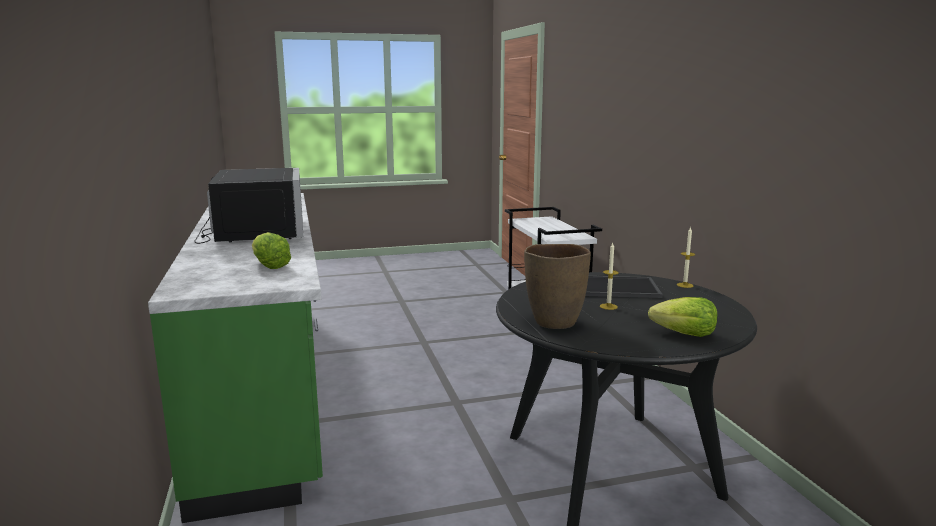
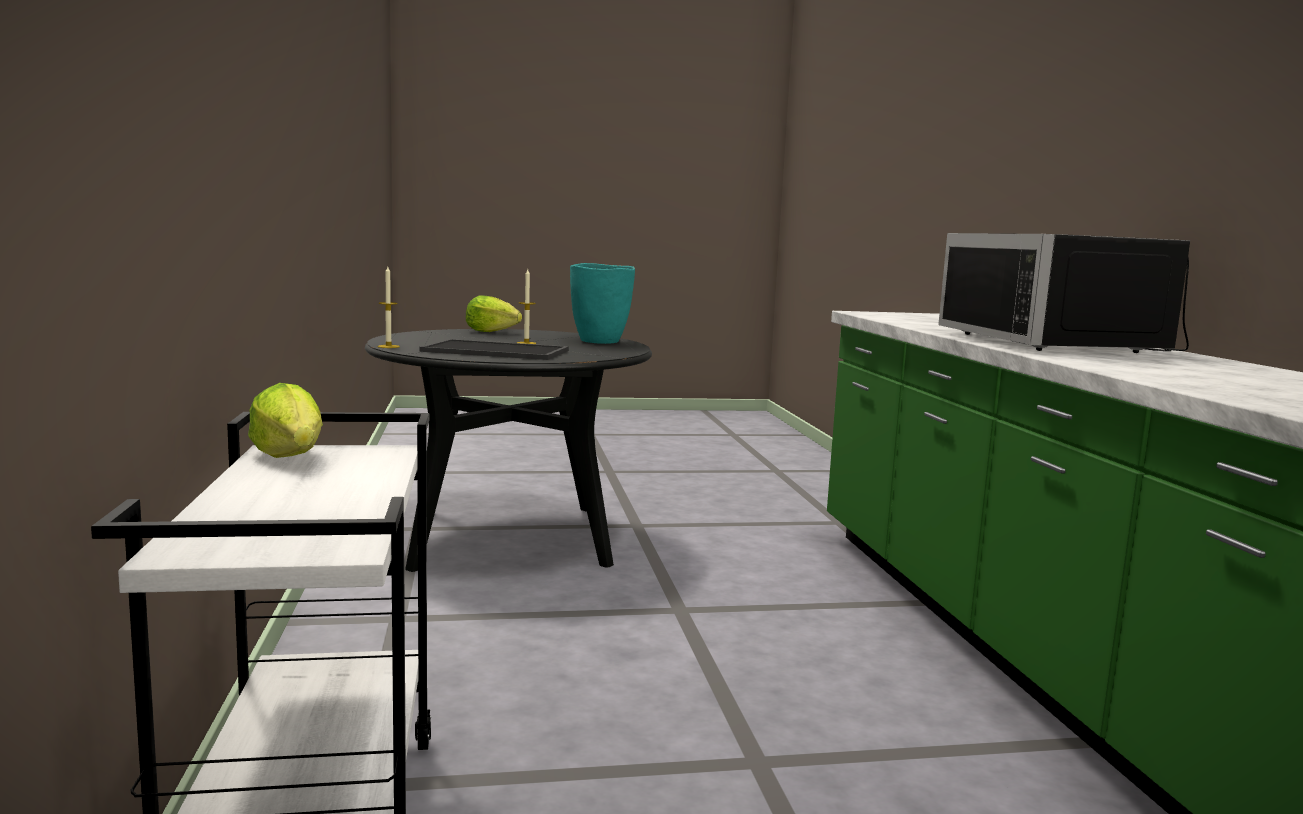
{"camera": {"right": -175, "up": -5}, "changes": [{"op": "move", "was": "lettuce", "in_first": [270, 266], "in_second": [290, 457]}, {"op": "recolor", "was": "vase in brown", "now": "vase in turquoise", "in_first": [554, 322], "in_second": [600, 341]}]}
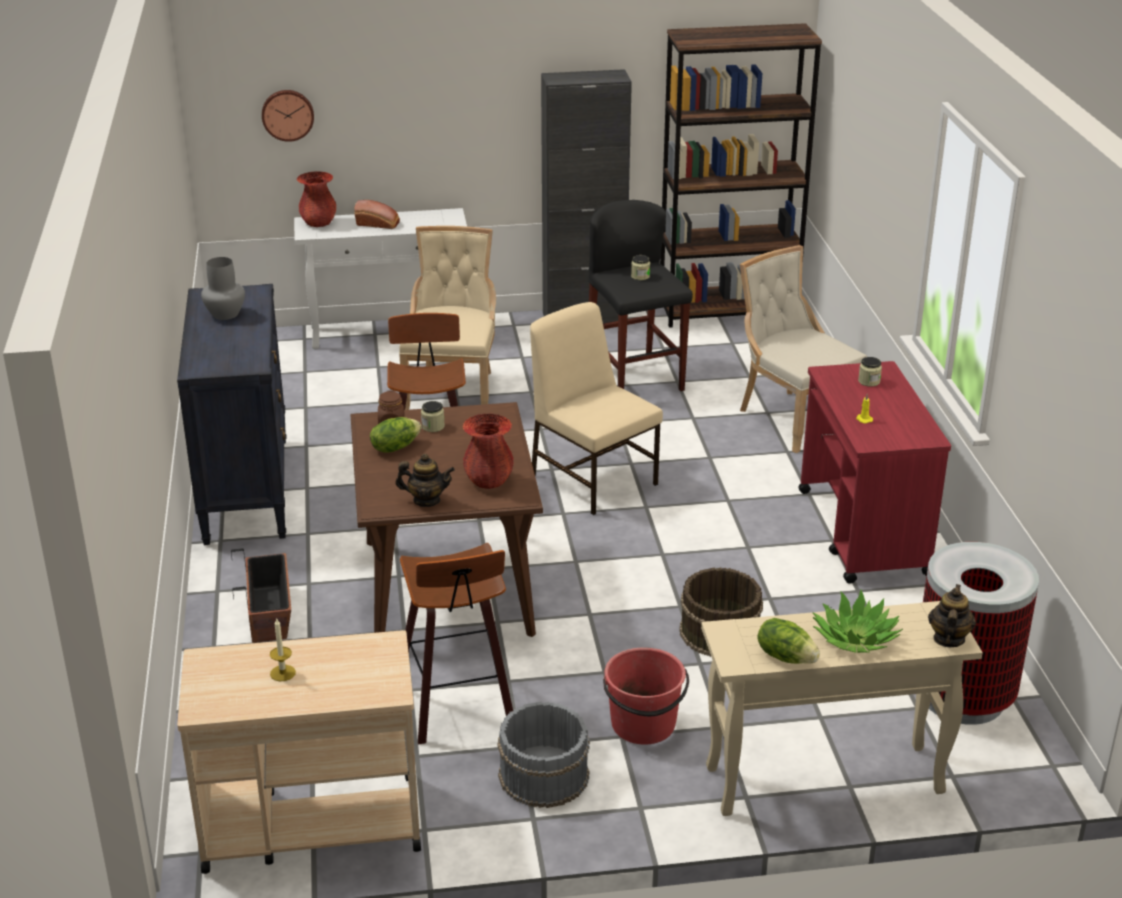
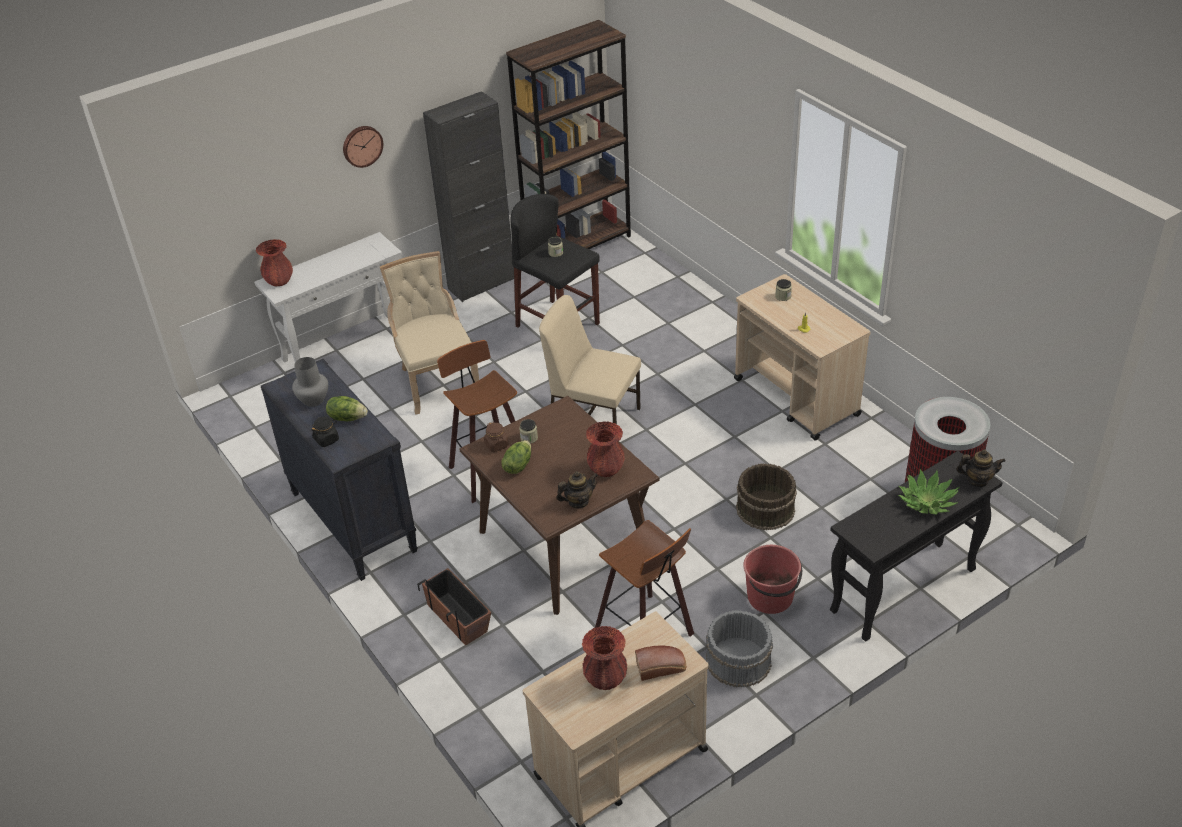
{"camera": {"right": -25, "up": 10}, "changes": [{"op": "delete", "was": "chair in beige", "in_first": [793, 418]}, {"op": "insert", "now": "jar in black", "in_second": [326, 439]}, {"op": "move", "was": "wall clock", "in_first": [287, 114], "in_second": [362, 145]}, {"op": "move", "was": "bread", "in_first": [379, 224], "in_second": [661, 668]}, {"op": "move", "was": "lettuce", "in_first": [786, 656], "in_second": [347, 417]}, {"op": "replace", "was": "candle", "now": "vase in red", "in_first": [282, 673], "in_second": [605, 679]}, {"op": "recolor", "was": "console table in beige", "now": "console table in black", "in_first": [822, 781], "in_second": [902, 591]}, {"op": "recolor", "was": "cart in red", "now": "cart in beige", "in_first": [863, 533], "in_second": [796, 398]}, {"op": "rotate", "was": "teapot", "in_first": [948, 639], "in_second": [977, 480], "clockwise": 105}]}
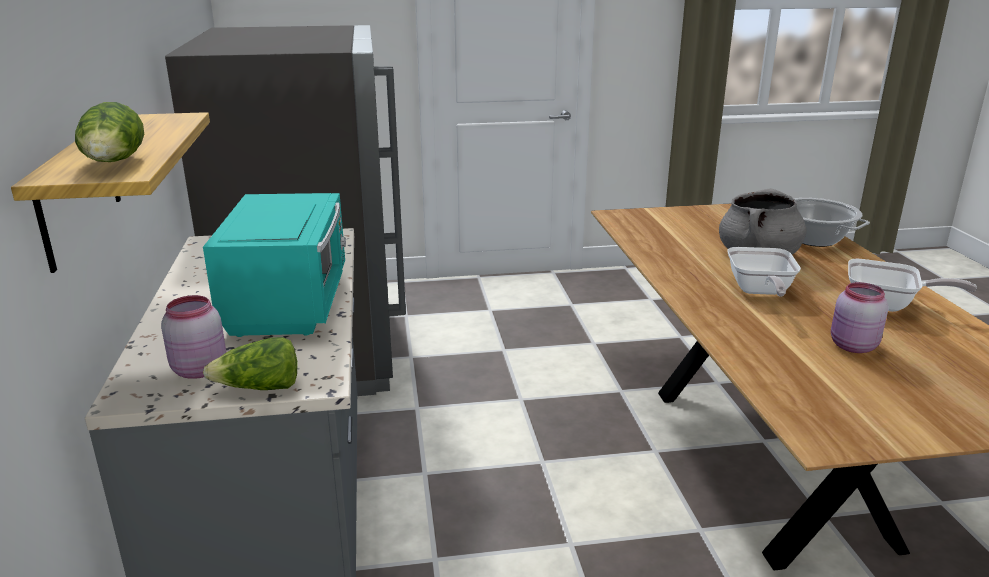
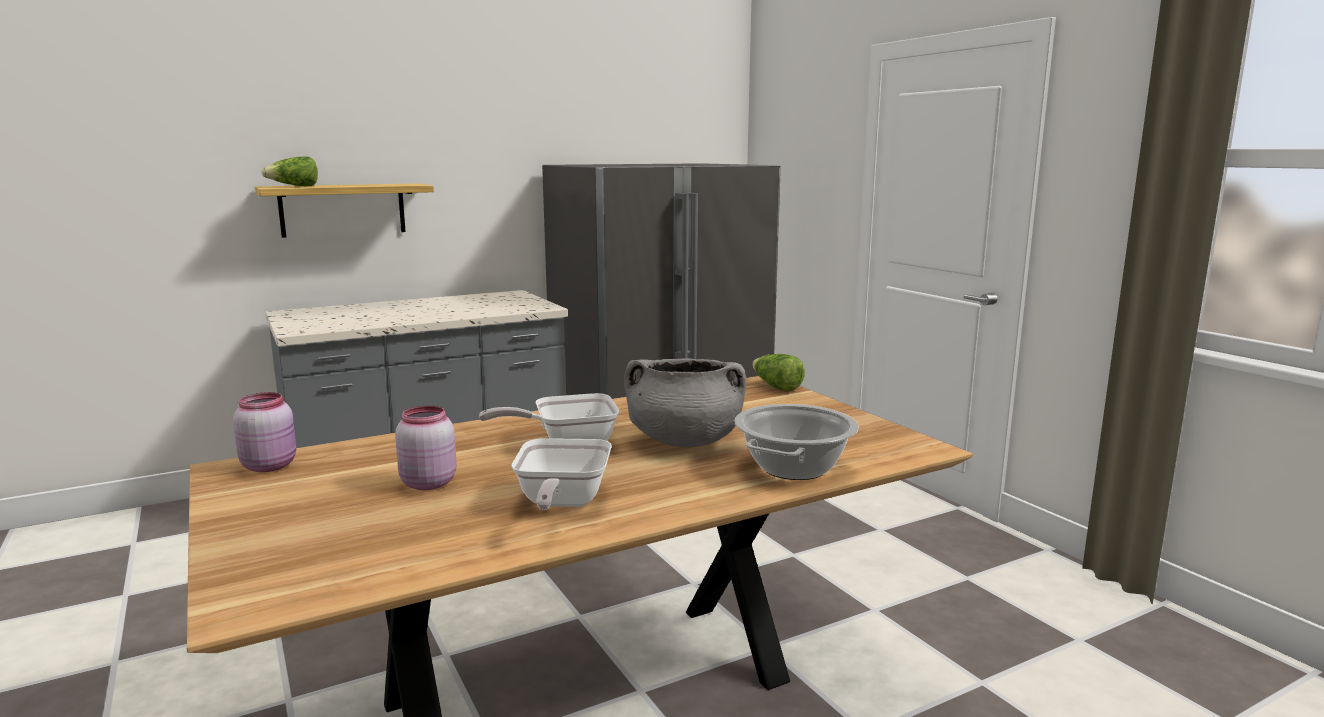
{"camera": {"right": 70, "up": -10}, "changes": [{"op": "delete", "was": "microwave in turquoise", "in_first": [290, 304]}, {"op": "move", "was": "jar in pink", "in_first": [198, 369], "in_second": [270, 465]}, {"op": "move", "was": "lettuce", "in_first": [259, 388], "in_second": [776, 387]}]}
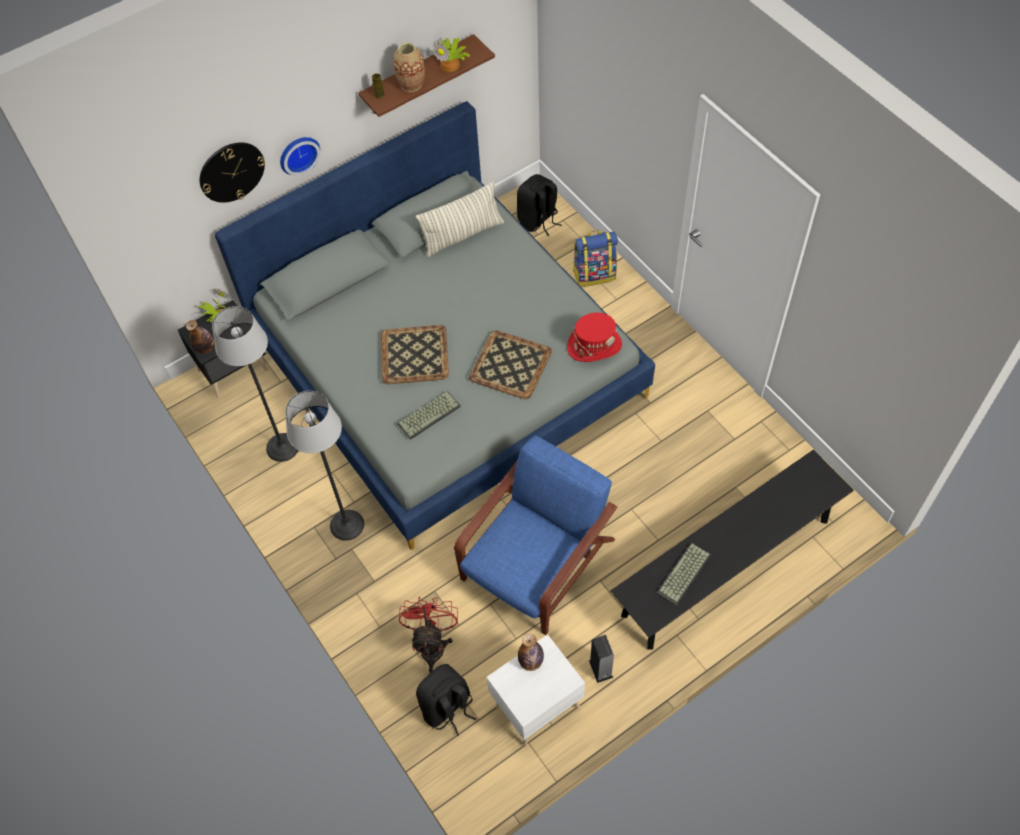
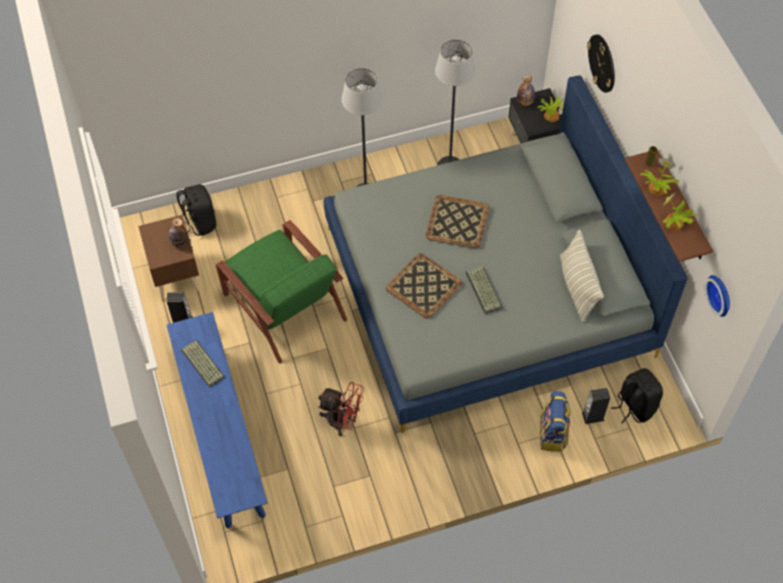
{"camera": {"right": 105, "up": 0}, "changes": [{"op": "delete", "was": "hat in red", "in_first": [594, 345]}, {"op": "insert", "now": "speaker", "in_second": [593, 416]}, {"op": "move", "was": "wall clock", "in_first": [298, 153], "in_second": [721, 294]}, {"op": "move", "was": "keyboard", "in_first": [429, 414], "in_second": [484, 290]}, {"op": "move", "was": "fan in red", "in_first": [432, 643], "in_second": [343, 421]}, {"op": "replace", "was": "vase", "now": "potted plant", "in_first": [411, 84], "in_second": [656, 188]}, {"op": "recolor", "was": "armchair in blue", "now": "armchair in green", "in_first": [536, 562], "in_second": [283, 305]}, {"op": "recolor", "was": "nightstand in white", "now": "nightstand in brown", "in_first": [535, 706], "in_second": [176, 274]}, {"op": "recolor", "was": "bench in black", "now": "bench in blue", "in_first": [726, 567], "in_second": [221, 434]}]}
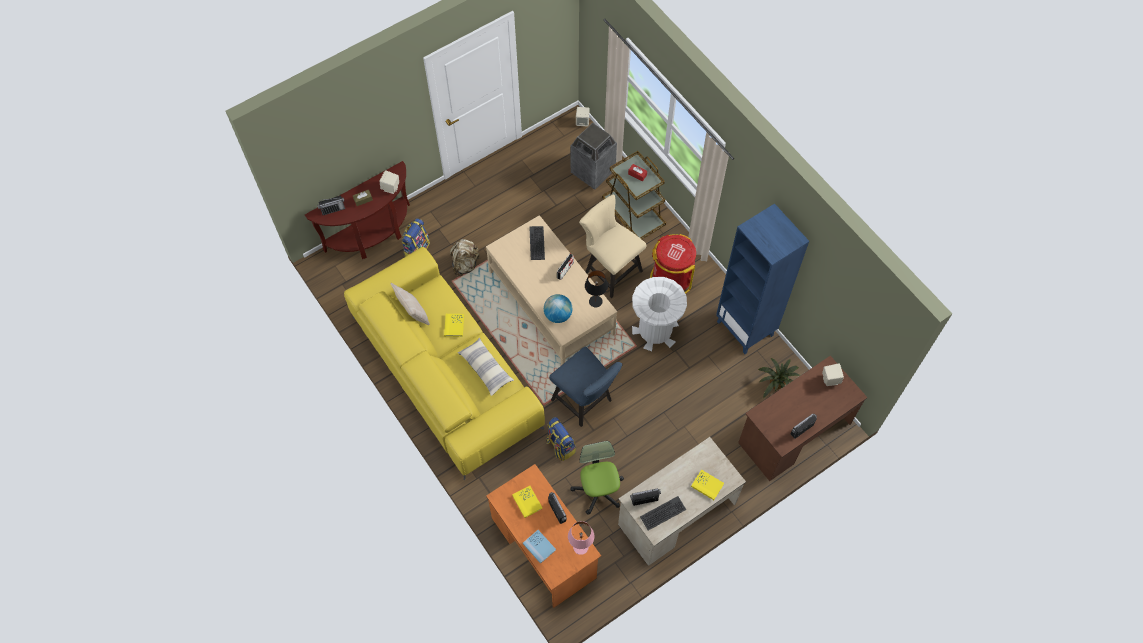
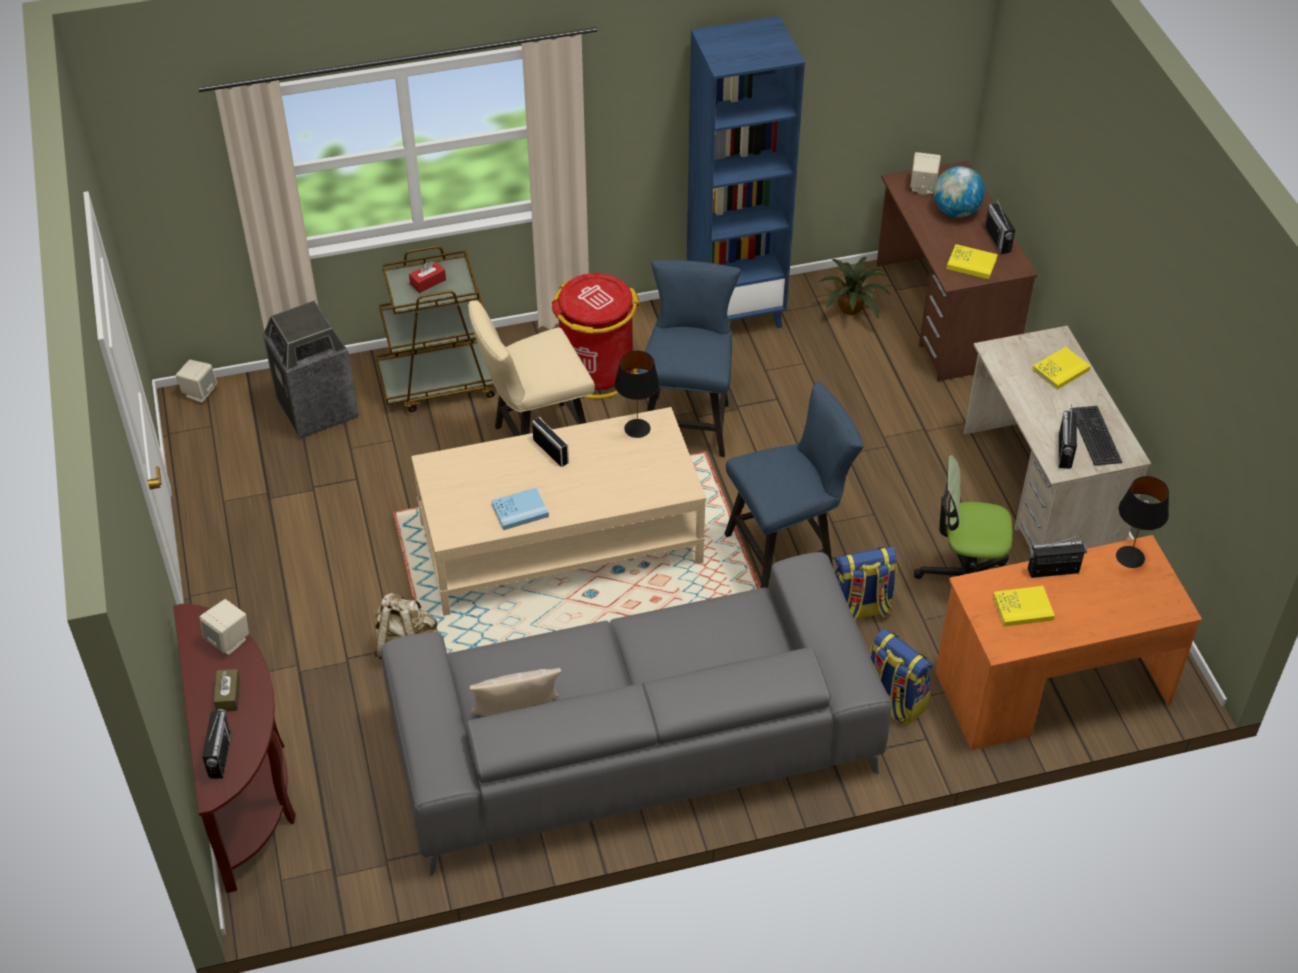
{"camera": {"right": -70, "up": -15}, "changes": [{"op": "delete", "was": "pillow", "in_first": [485, 369]}, {"op": "delete", "was": "keyboard", "in_first": [537, 243]}, {"op": "move", "was": "backpack", "in_first": [416, 249], "in_second": [893, 701]}, {"op": "move", "was": "book in yellow", "in_first": [454, 325], "in_second": [971, 263]}, {"op": "move", "was": "book in blue", "in_first": [539, 547], "in_second": [520, 510]}, {"op": "move", "was": "globe", "in_first": [558, 315], "in_second": [956, 211]}, {"op": "replace", "was": "trash can in white", "now": "chair in blue", "in_first": [655, 331], "in_second": [687, 420]}, {"op": "recolor", "was": "sofa in yellow", "now": "sofa in grey", "in_first": [446, 372], "in_second": [634, 743]}, {"op": "recolor", "was": "table lamp in pink", "now": "table lamp in black", "in_first": [580, 546], "in_second": [1129, 557]}]}
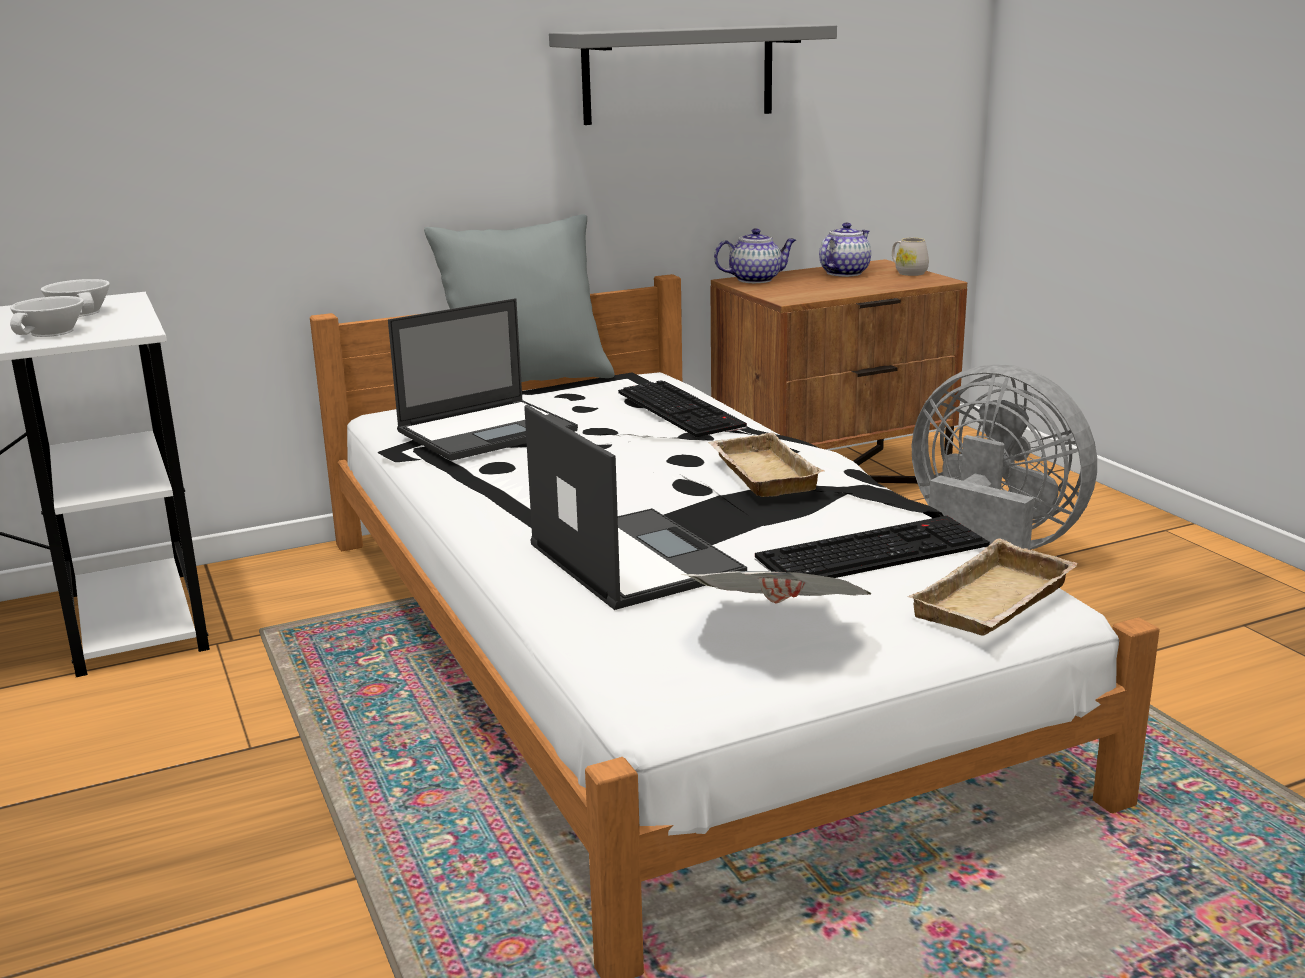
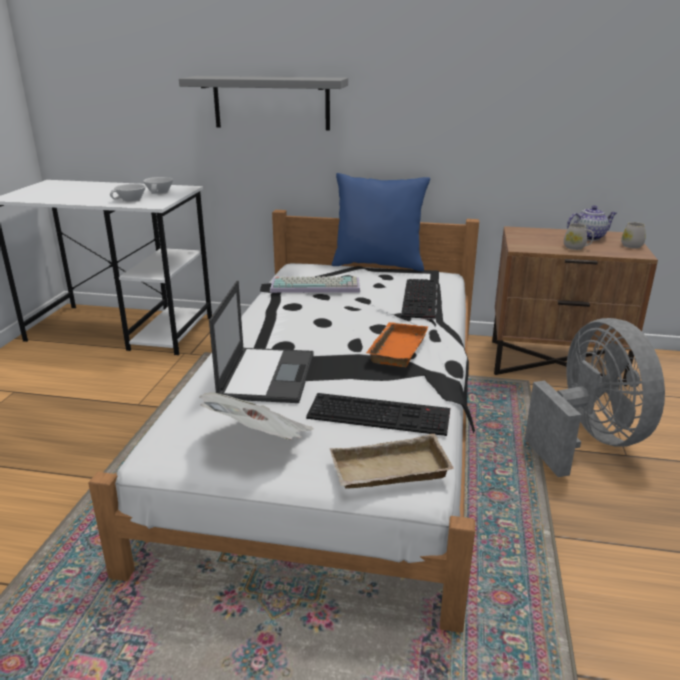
{"camera": {"right": 35, "up": 5}, "changes": [{"op": "delete", "was": "teapot", "in_first": [756, 279]}, {"op": "insert", "now": "mug in white", "in_second": [577, 248]}, {"op": "move", "was": "shelf in grey", "in_first": [679, 74], "in_second": [271, 103]}, {"op": "replace", "was": "laptop", "now": "keyboard", "in_first": [488, 430], "in_second": [316, 286]}, {"op": "recolor", "was": "pillow in grey", "now": "pillow in blue", "in_first": [526, 383], "in_second": [378, 264]}, {"op": "recolor", "was": "tray in beige", "now": "tray in orange", "in_first": [759, 474], "in_second": [396, 348]}]}
